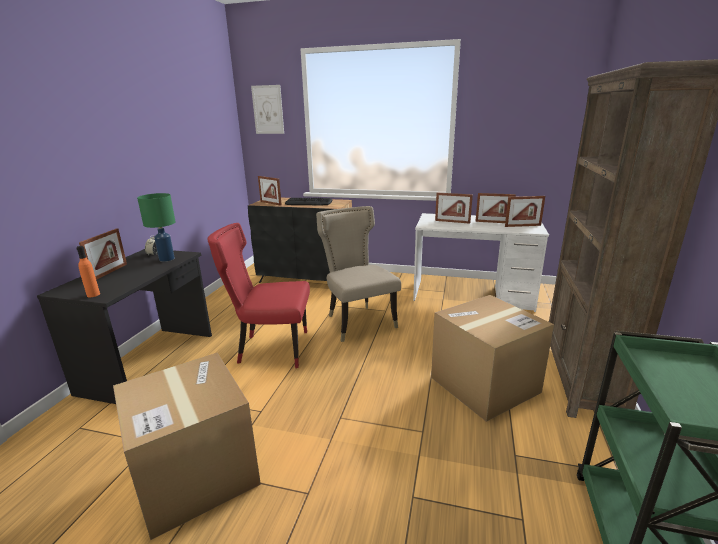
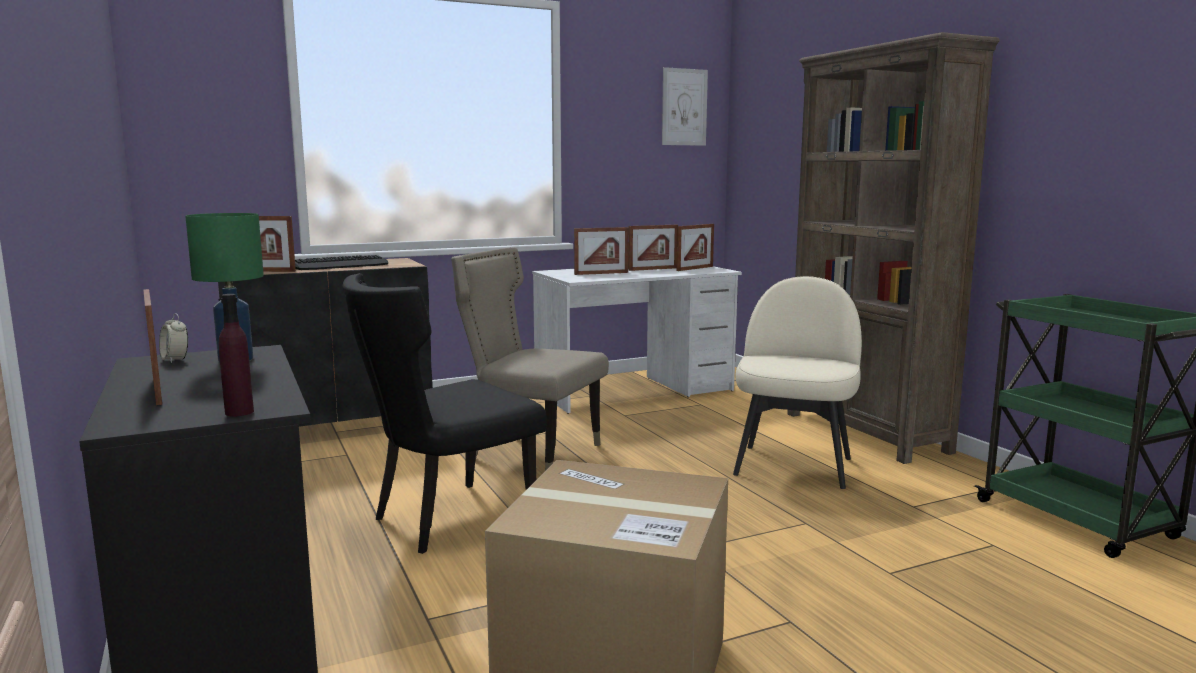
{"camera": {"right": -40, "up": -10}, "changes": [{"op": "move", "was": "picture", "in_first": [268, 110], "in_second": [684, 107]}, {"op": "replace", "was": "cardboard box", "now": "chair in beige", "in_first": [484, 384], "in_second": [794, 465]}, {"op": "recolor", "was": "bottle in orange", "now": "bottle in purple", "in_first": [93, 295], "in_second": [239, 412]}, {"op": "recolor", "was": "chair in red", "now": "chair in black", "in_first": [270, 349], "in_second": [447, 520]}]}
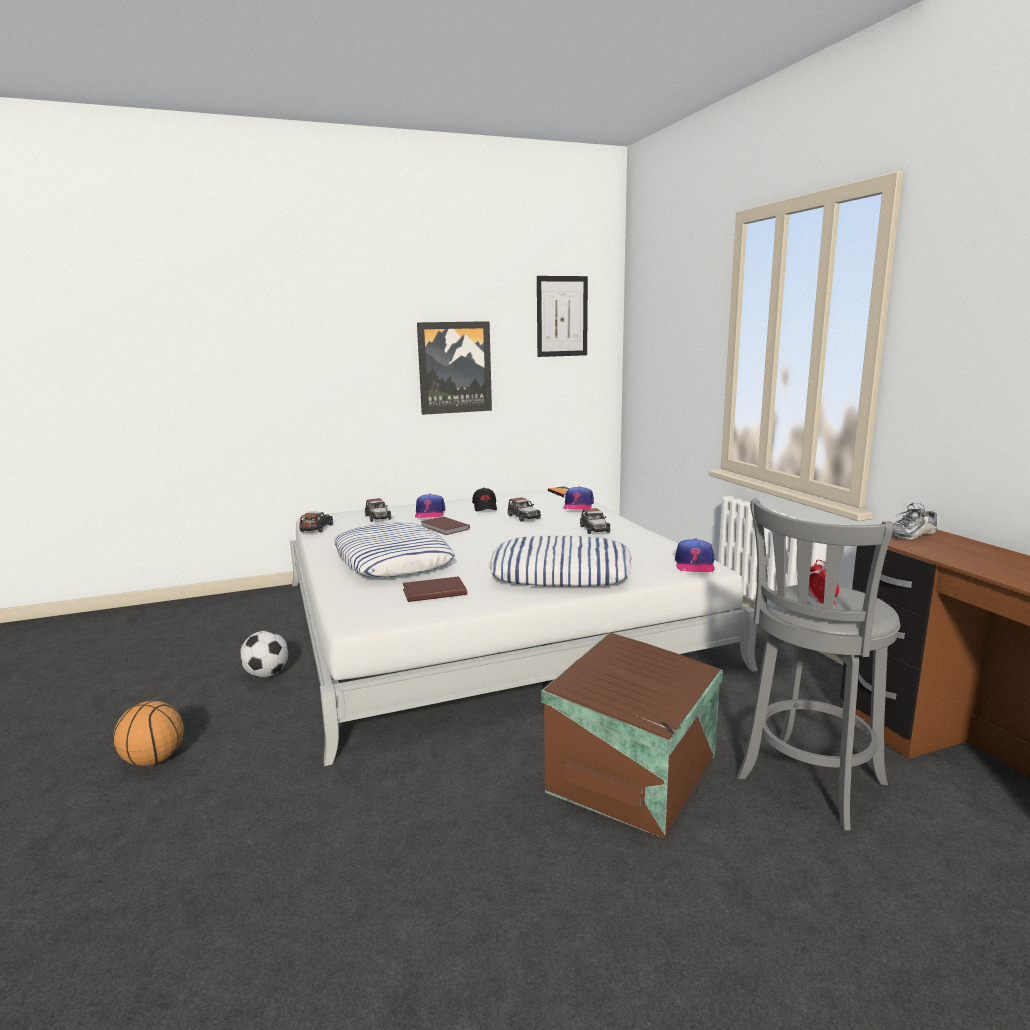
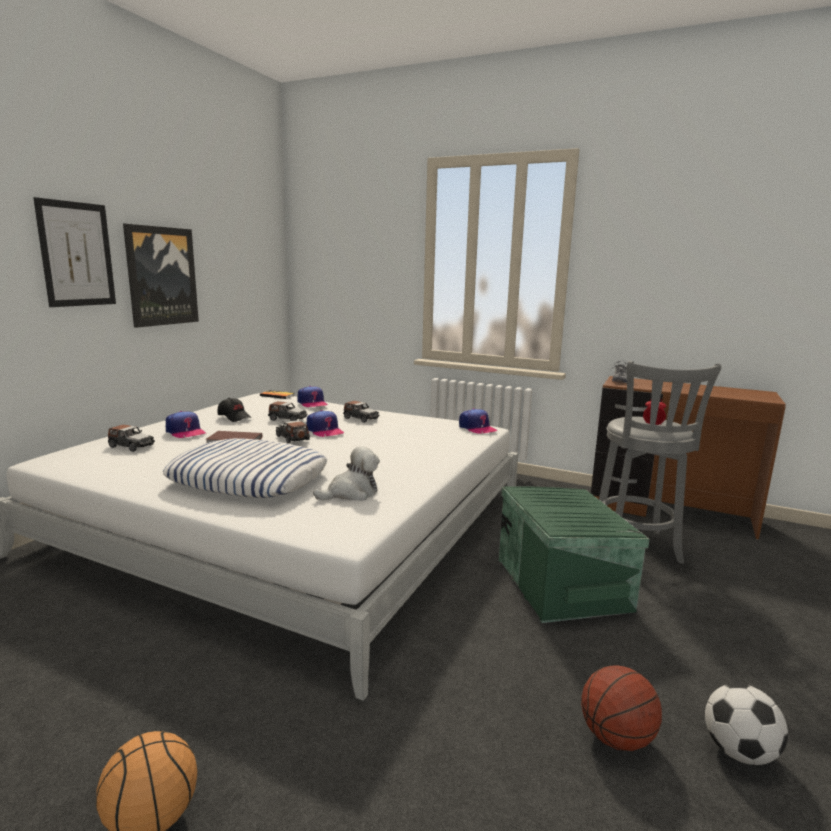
{"camera": {"right": -45, "up": 0}, "changes": [{"op": "delete", "was": "pillow", "in_first": [561, 572]}, {"op": "insert", "now": "cap", "in_second": [324, 431]}, {"op": "insert", "now": "basketball", "in_second": [616, 737]}, {"op": "move", "was": "football", "in_first": [266, 674], "in_second": [739, 752]}, {"op": "move", "was": "toy car", "in_first": [316, 528], "in_second": [292, 438]}, {"op": "move", "was": "picture", "in_first": [562, 316], "in_second": [77, 254]}, {"op": "replace", "was": "book in brown", "now": "plush toy", "in_first": [433, 591], "in_second": [351, 493]}, {"op": "recolor", "was": "storage box in brown", "now": "storage box in green", "in_first": [636, 773], "in_second": [563, 583]}]}
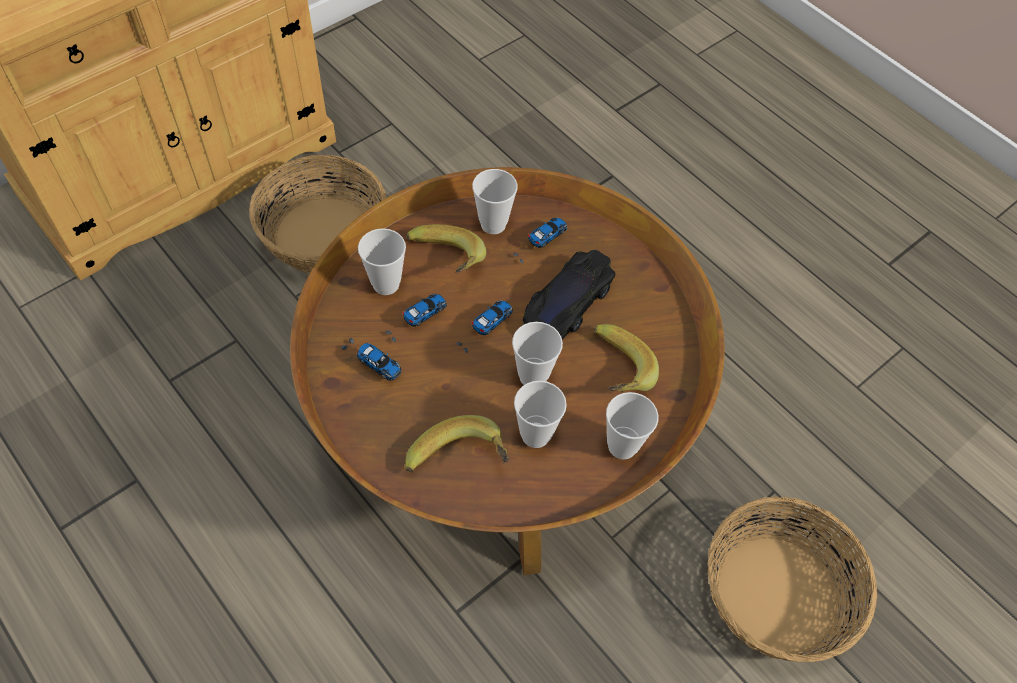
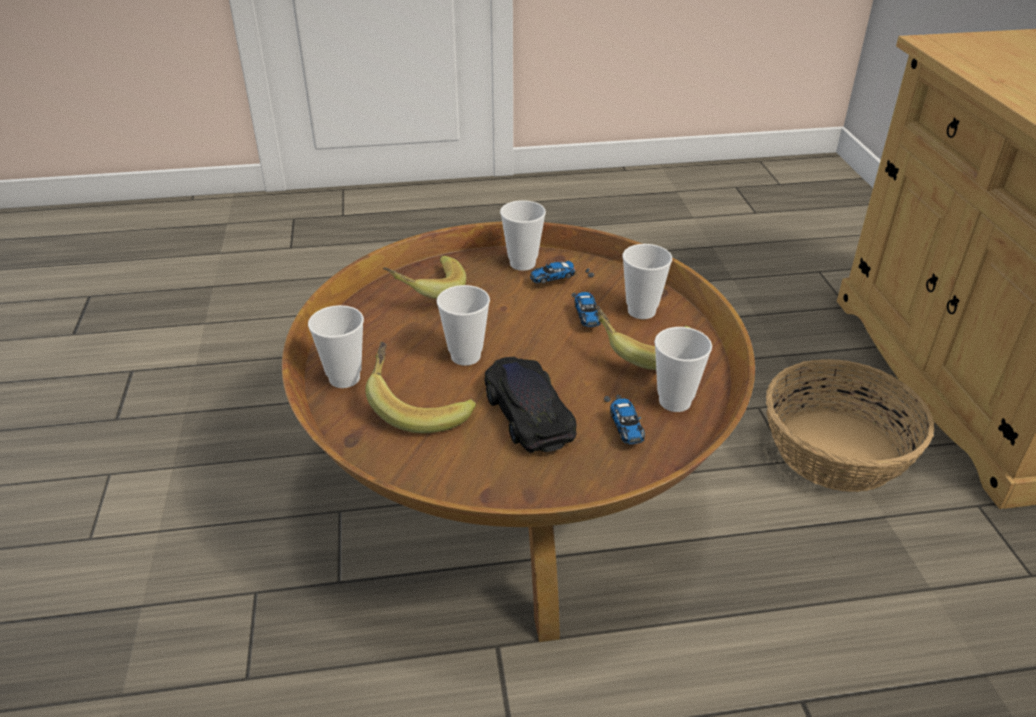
{"camera": {"right": 125, "up": -20}, "changes": [{"op": "delete", "was": "toy car", "in_first": [484, 330]}, {"op": "delete", "was": "basket", "in_first": [775, 595]}, {"op": "move", "was": "cup", "in_first": [535, 435], "in_second": [522, 263]}]}
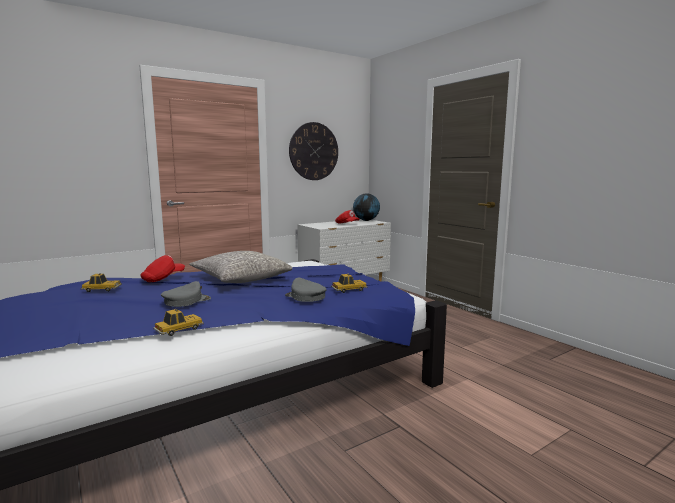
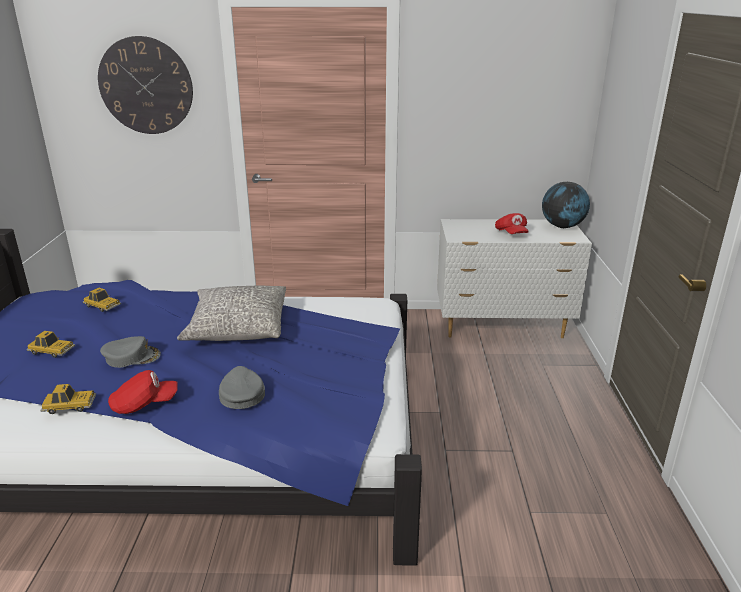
{"camera": {"right": 35, "up": 15}, "changes": [{"op": "move", "was": "cap in red", "in_first": [163, 278], "in_second": [144, 404]}, {"op": "move", "was": "wall clock", "in_first": [314, 151], "in_second": [146, 86]}, {"op": "move", "was": "toy car", "in_first": [349, 289], "in_second": [52, 351]}]}
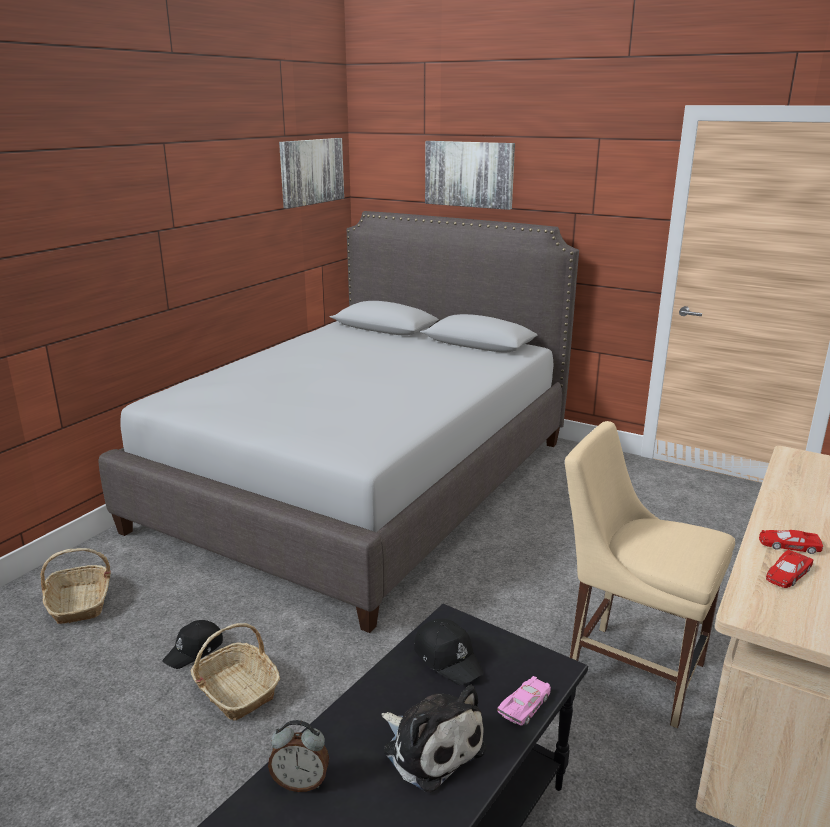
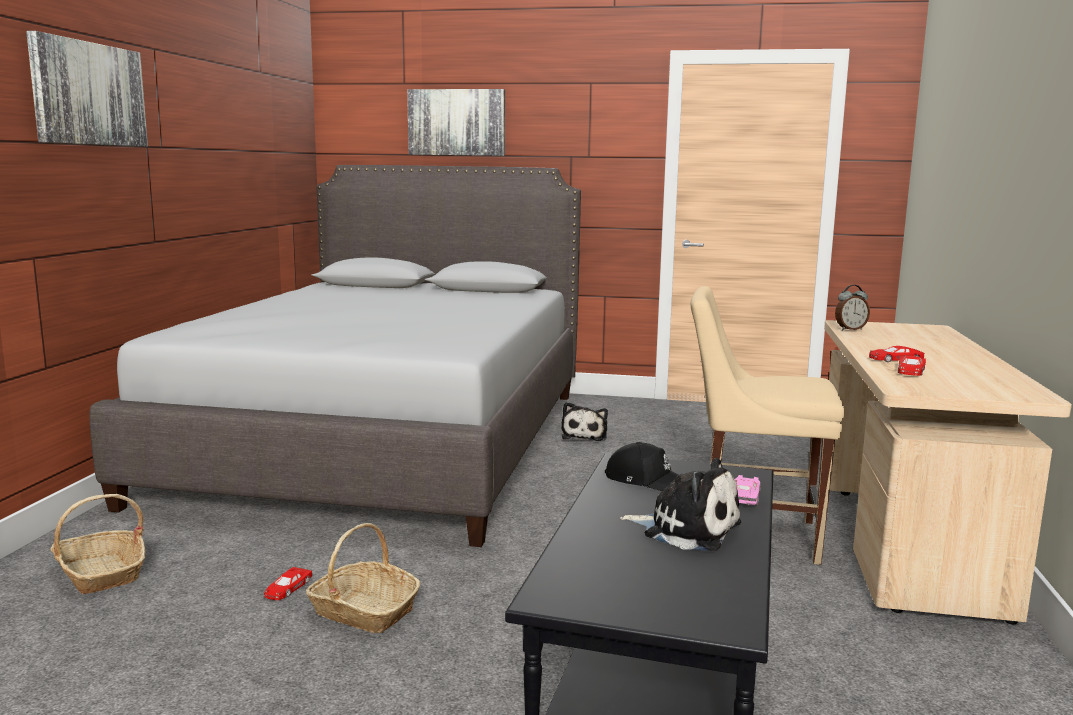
{"camera": {"right": -20, "up": -10}, "changes": [{"op": "insert", "now": "plush toy", "in_second": [584, 435]}, {"op": "move", "was": "alarm clock", "in_first": [301, 782], "in_second": [850, 329]}, {"op": "move", "was": "picture", "in_first": [311, 171], "in_second": [88, 94]}, {"op": "replace", "was": "cap in black", "now": "toy car in red", "in_first": [195, 650], "in_second": [287, 588]}]}
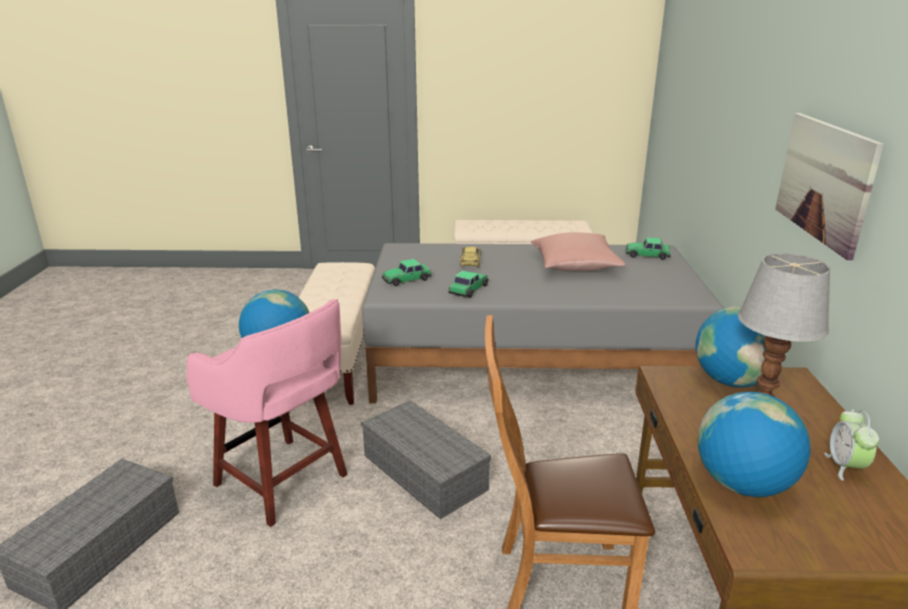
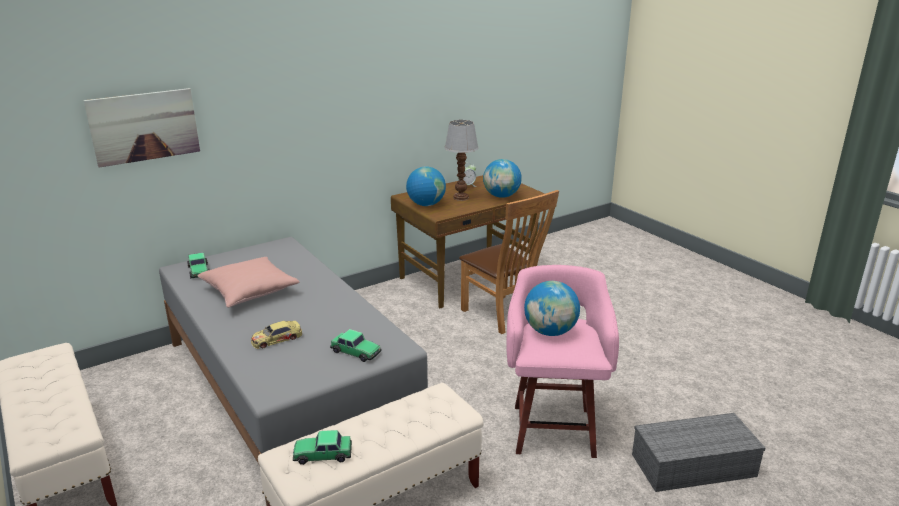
{"camera": {"right": -125, "up": 0}, "changes": [{"op": "delete", "was": "storage box in grey", "in_first": [426, 472]}, {"op": "move", "was": "toy car", "in_first": [469, 289], "in_second": [322, 454]}, {"op": "move", "was": "picture", "in_first": [824, 181], "in_second": [144, 126]}]}
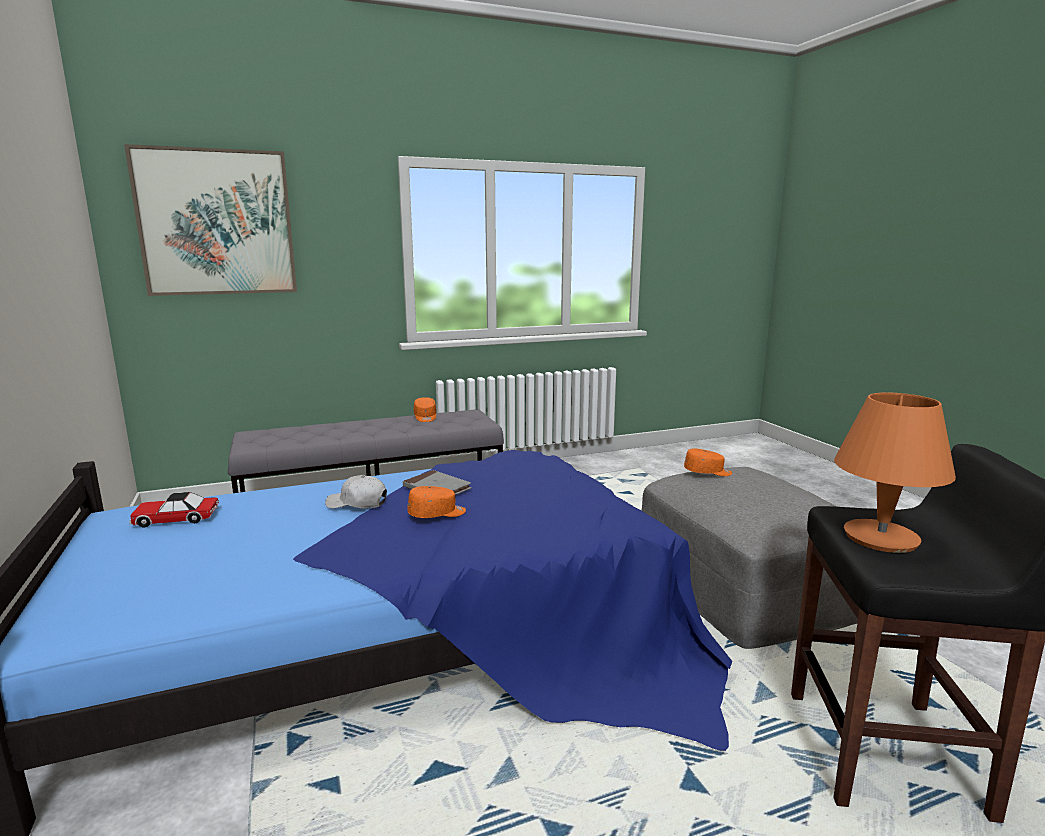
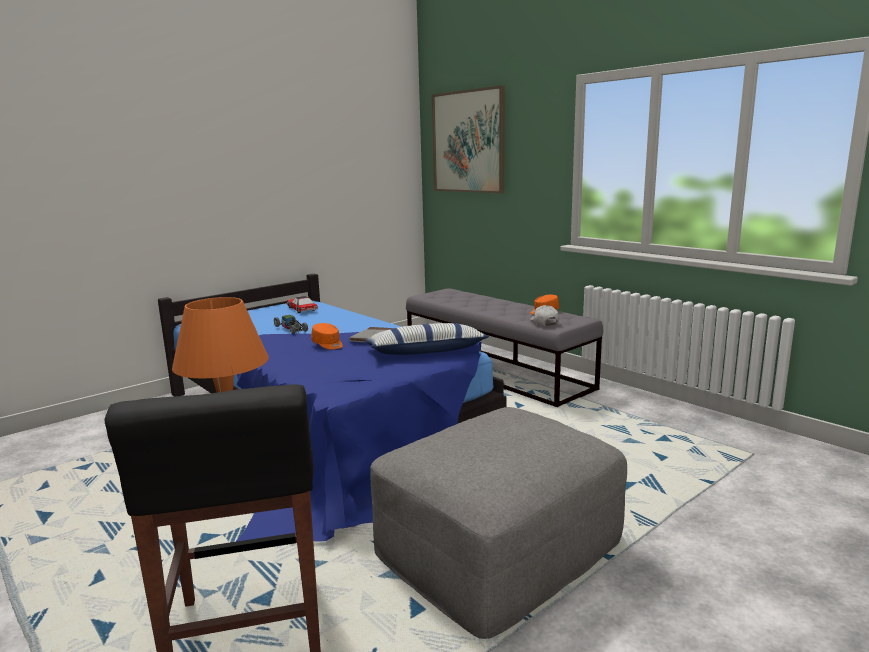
{"camera": {"right": 70, "up": 0}, "changes": [{"op": "delete", "was": "cap in orange", "in_first": [707, 472]}, {"op": "insert", "now": "toy car", "in_second": [291, 328]}, {"op": "insert", "now": "pillow", "in_second": [425, 352]}, {"op": "move", "was": "cap in white", "in_first": [357, 503], "in_second": [544, 322]}]}
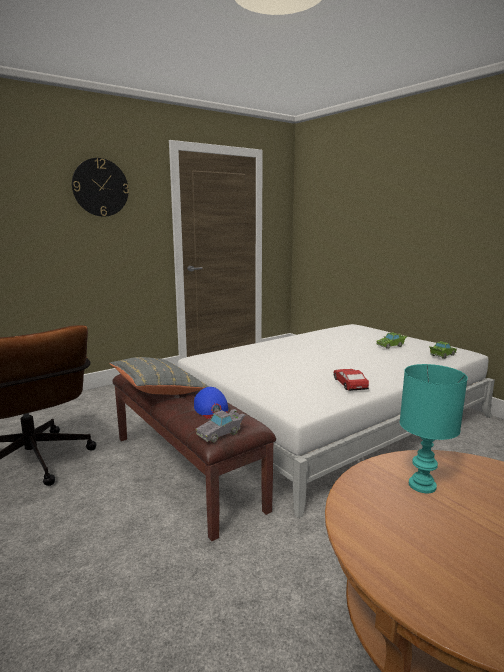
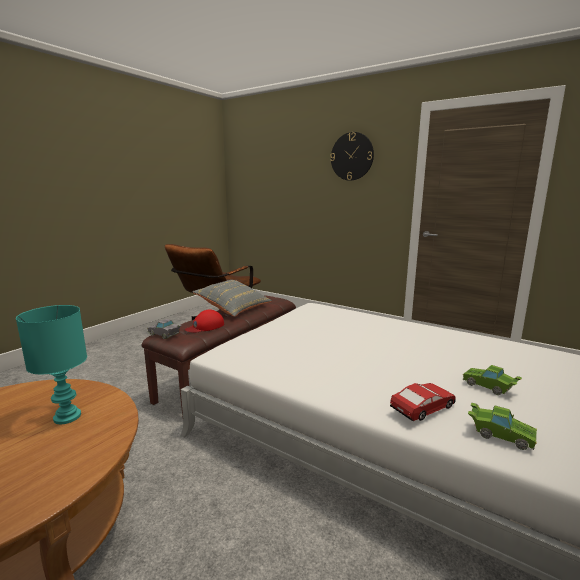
{"camera": {"right": 70, "up": 0}, "changes": [{"op": "move", "was": "toy car", "in_first": [349, 384], "in_second": [423, 407]}, {"op": "recolor", "was": "cap in blue", "now": "cap in red", "in_first": [212, 409], "in_second": [205, 326]}]}
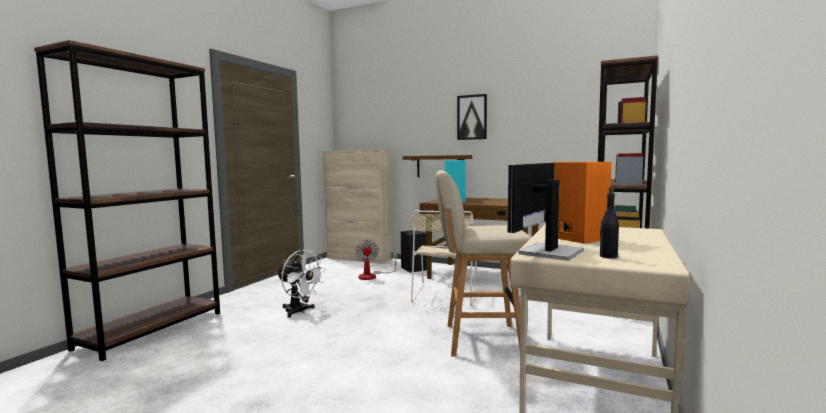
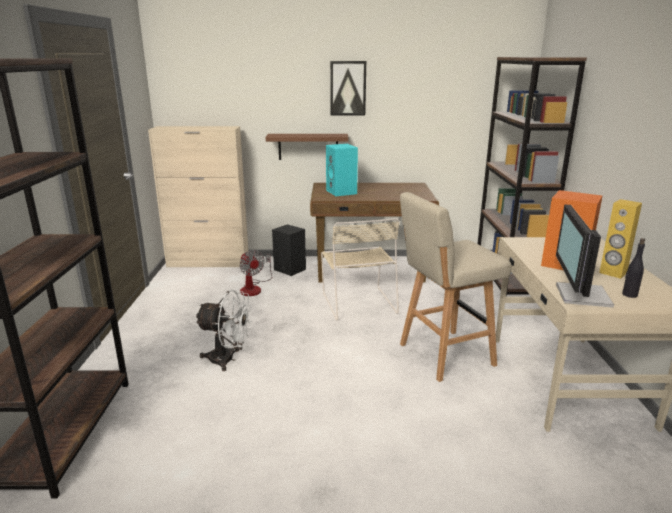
{"camera": {"right": -25, "up": 15}, "changes": [{"op": "insert", "now": "speaker in yellow", "in_second": [612, 273]}]}
